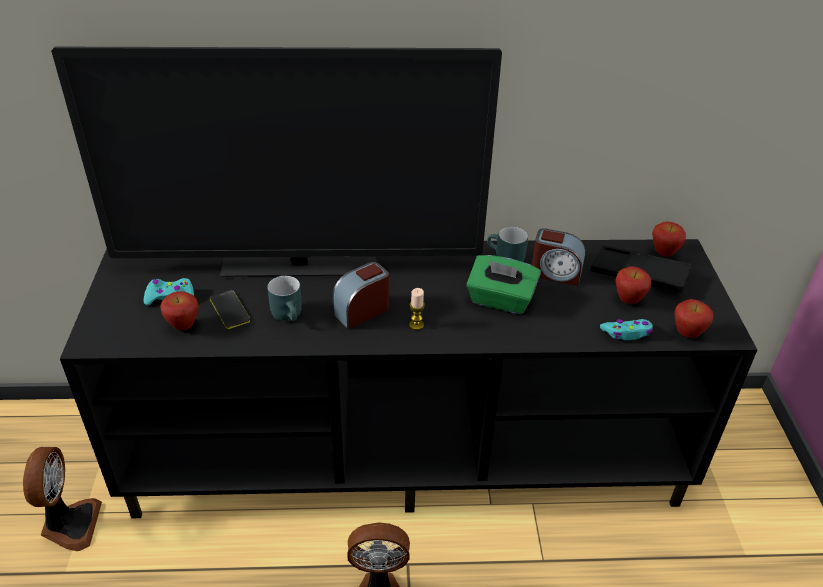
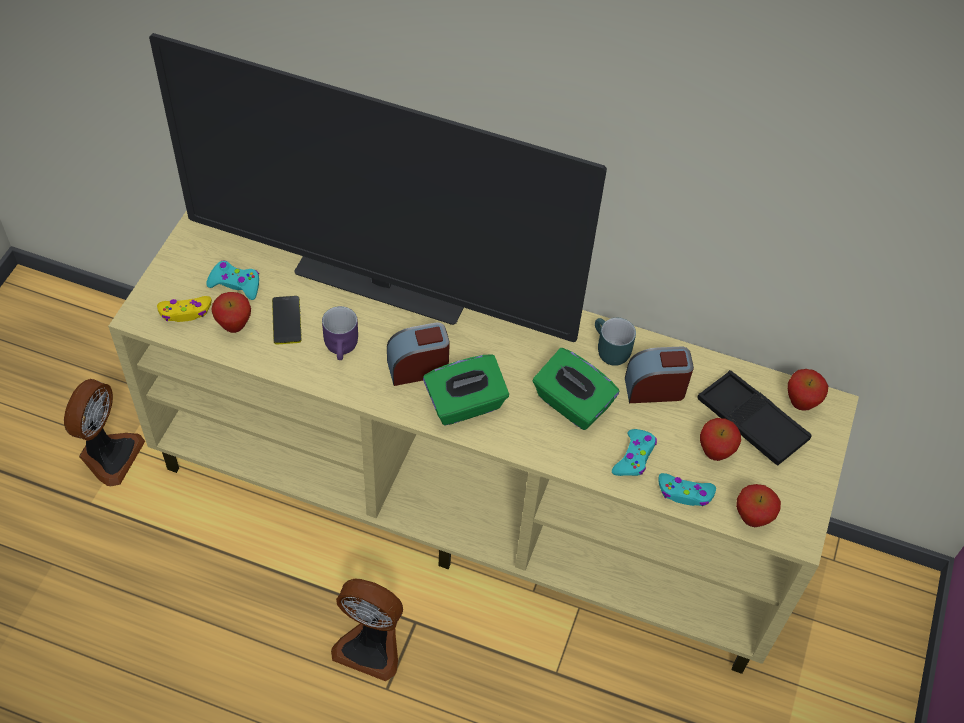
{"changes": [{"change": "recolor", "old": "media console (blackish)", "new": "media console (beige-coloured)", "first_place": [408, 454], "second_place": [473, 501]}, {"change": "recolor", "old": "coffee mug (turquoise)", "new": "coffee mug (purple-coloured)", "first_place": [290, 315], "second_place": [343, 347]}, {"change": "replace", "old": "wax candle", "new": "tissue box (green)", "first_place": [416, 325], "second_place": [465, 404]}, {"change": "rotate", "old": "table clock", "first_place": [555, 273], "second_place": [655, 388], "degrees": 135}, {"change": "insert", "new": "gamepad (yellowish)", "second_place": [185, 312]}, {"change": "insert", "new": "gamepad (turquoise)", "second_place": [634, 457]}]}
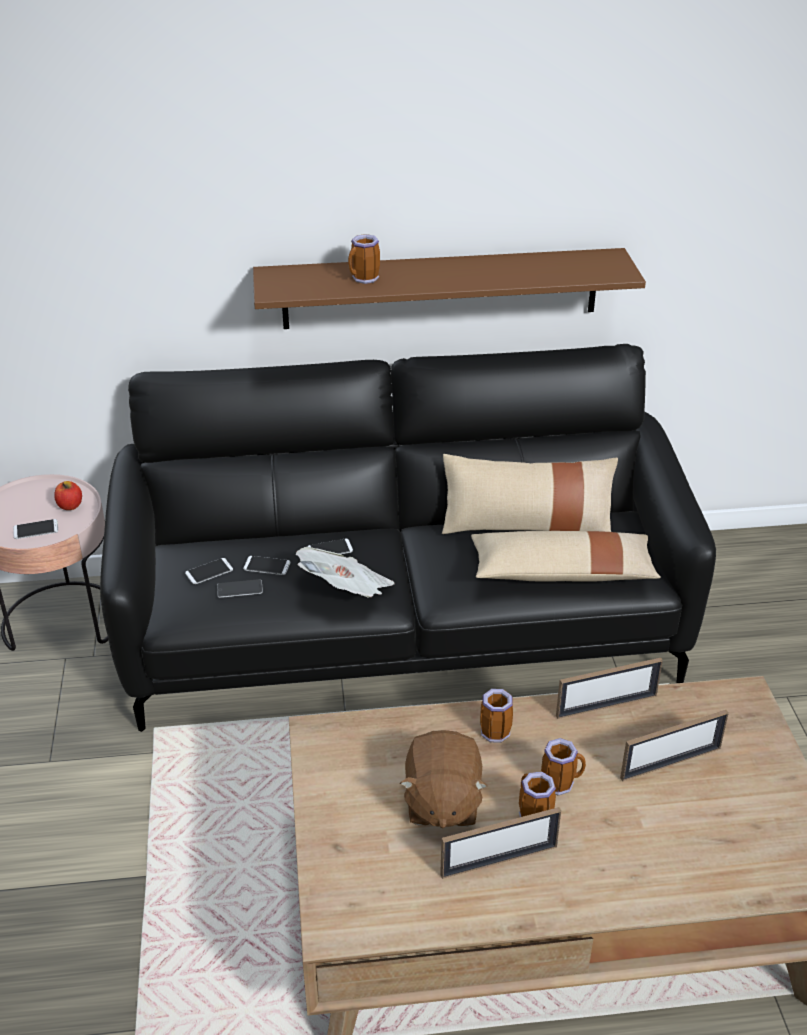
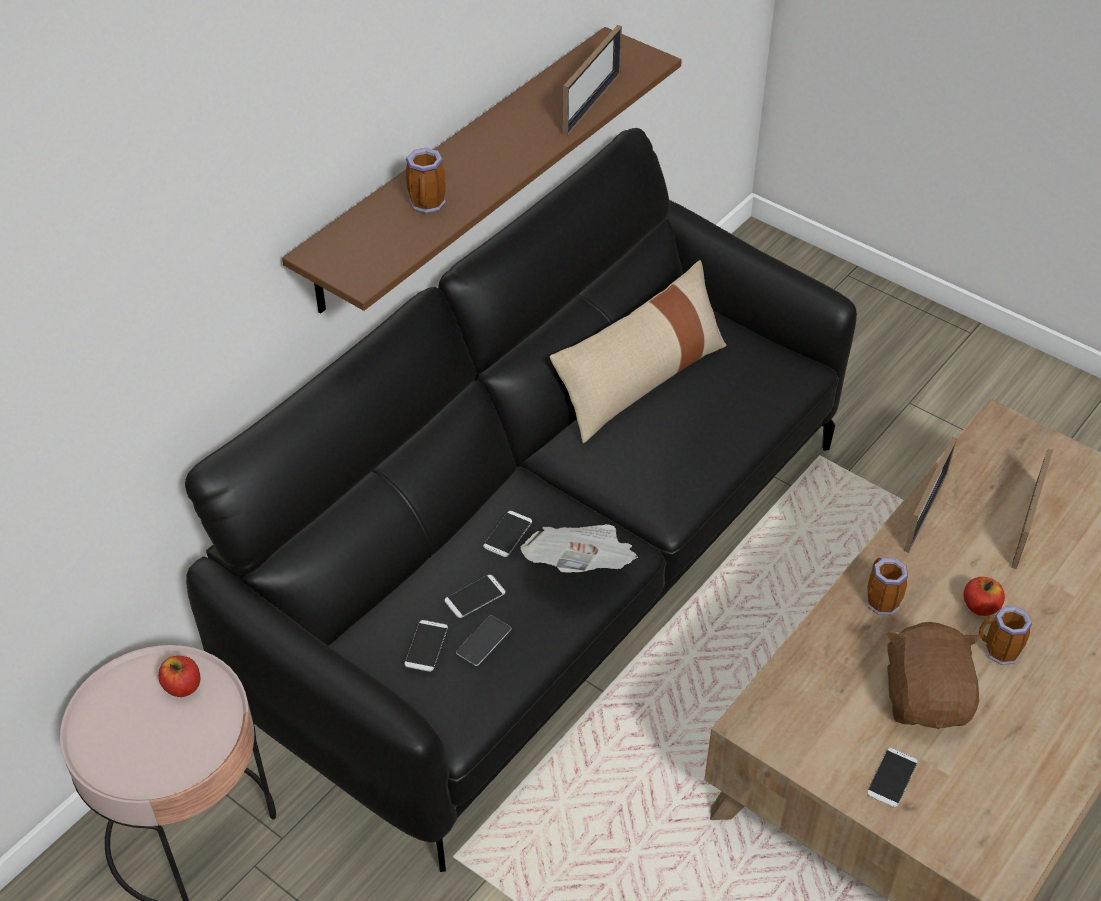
{"changes": [{"change": "move", "old": "phone", "first_place": [36, 529], "second_place": [892, 778]}, {"change": "rotate", "old": "plush toy (brown)", "first_place": [441, 802], "second_place": [926, 698], "degrees": -135}, {"change": "move", "old": "picture frame", "first_place": [499, 861], "second_place": [591, 103]}, {"change": "delete", "old": "cushion (beige-coloured)", "first_place": [562, 572]}, {"change": "replace", "old": "coffee mug", "new": "whole apple", "first_place": [560, 782], "second_place": [980, 606]}]}
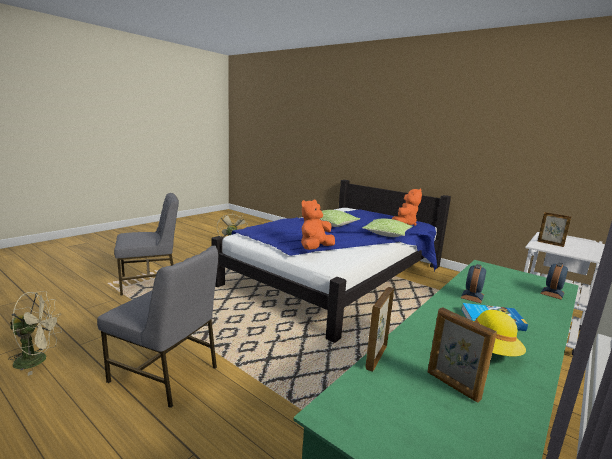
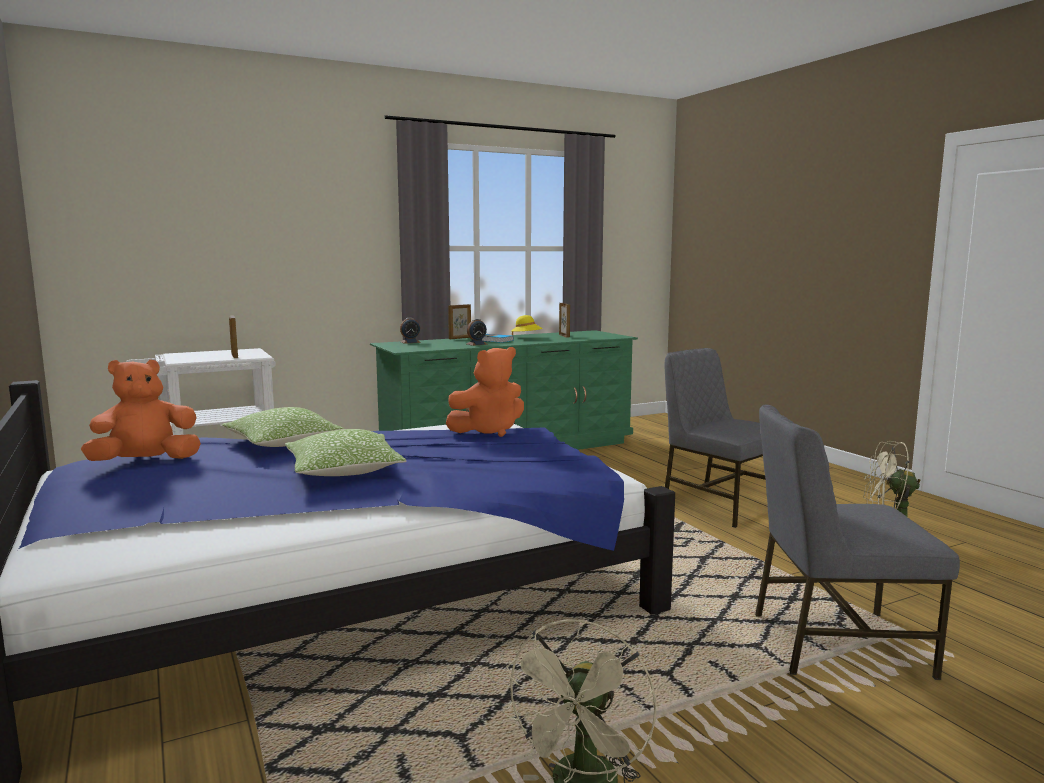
{"changes": [{"change": "move", "old": "picture frame", "first_place": [376, 357], "second_place": [460, 338]}]}
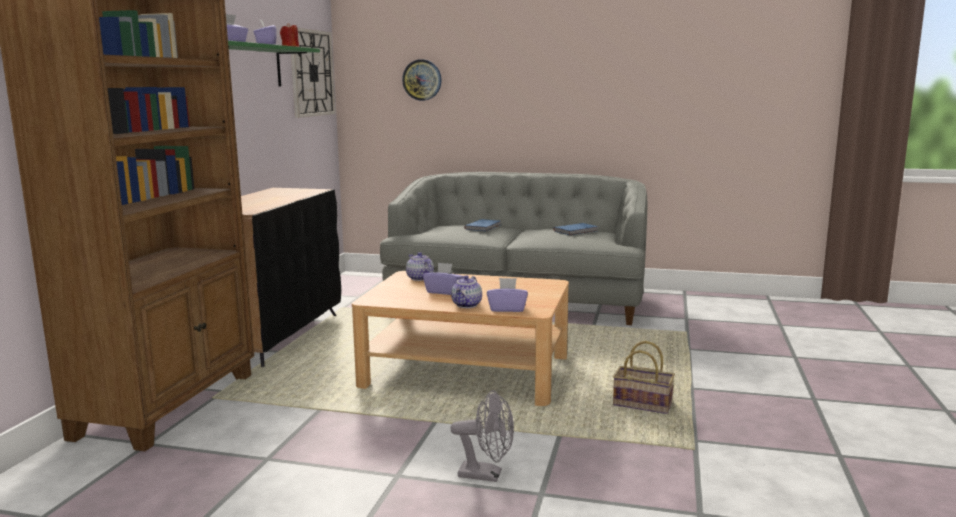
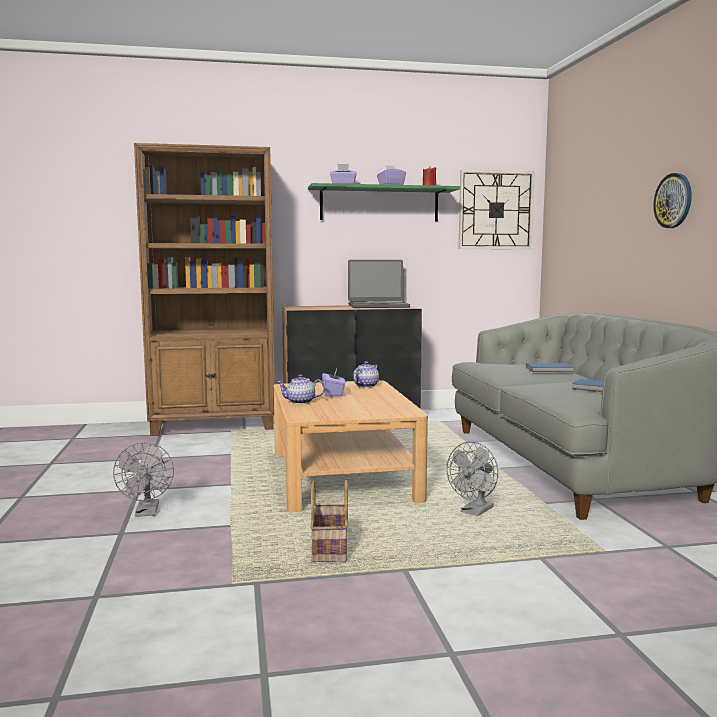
{"changes": [{"change": "move", "old": "wall clock", "first_place": [422, 80], "second_place": [673, 200]}, {"change": "delete", "old": "tissue box (purple-coloured)", "first_place": [507, 309]}, {"change": "insert", "new": "laptop", "second_place": [378, 306]}, {"change": "insert", "new": "electric fan (greyish)", "second_place": [474, 512]}]}
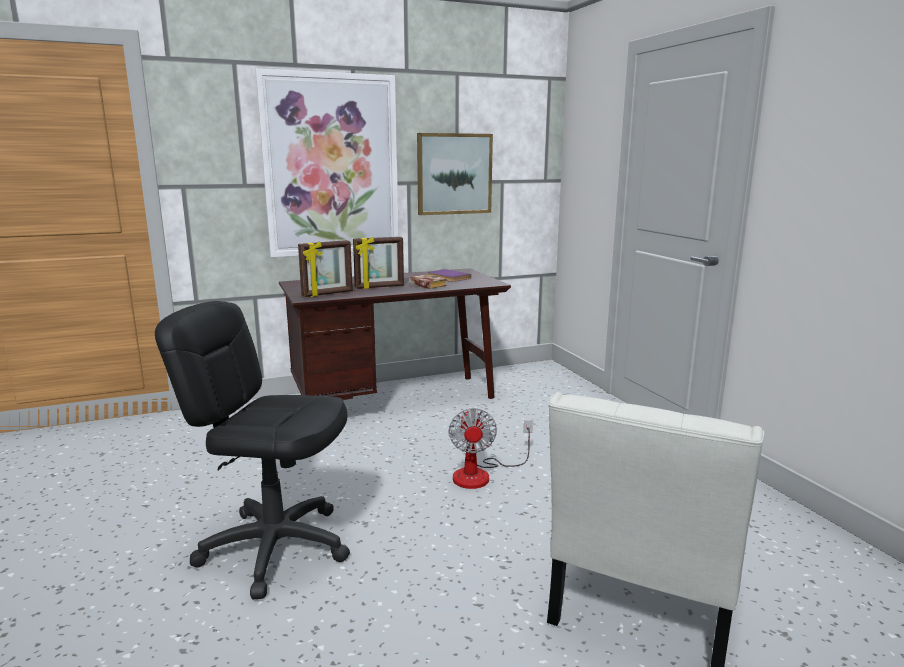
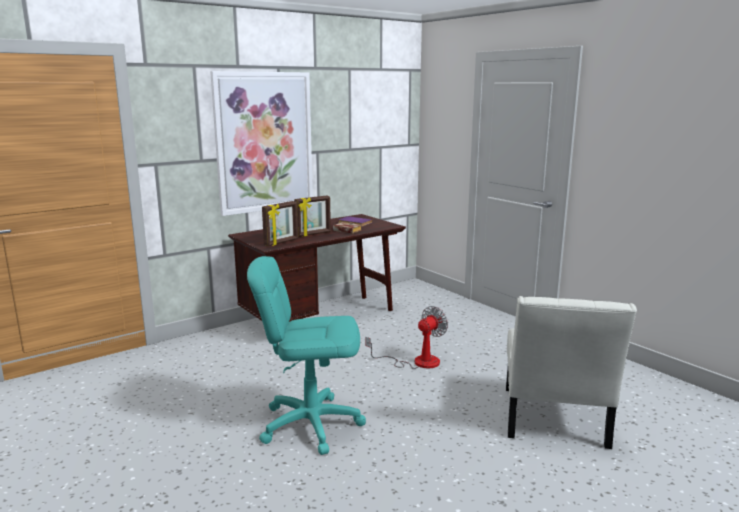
{"changes": [{"change": "recolor", "old": "office chair (blackish)", "new": "office chair (turquoise)", "first_place": [275, 547], "second_place": [310, 424]}, {"change": "delete", "old": "wall picture", "first_place": [454, 174]}, {"change": "rotate", "old": "electric fan", "first_place": [481, 474], "second_place": [417, 362], "degrees": -120}]}
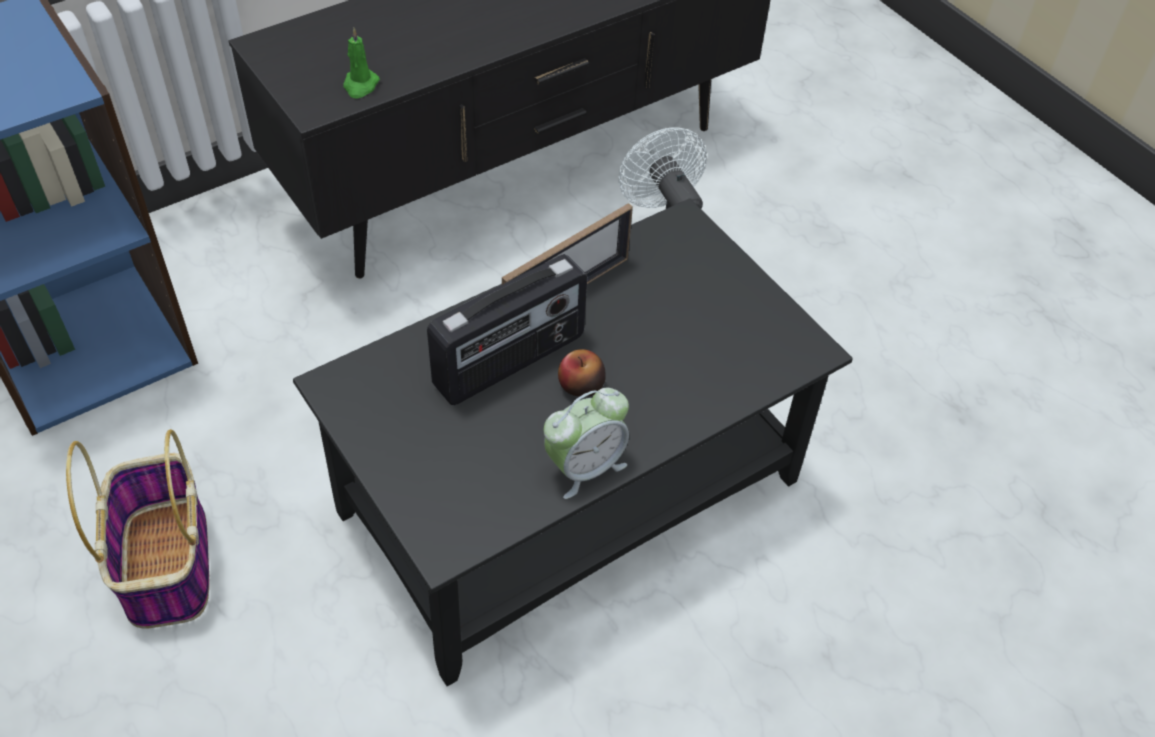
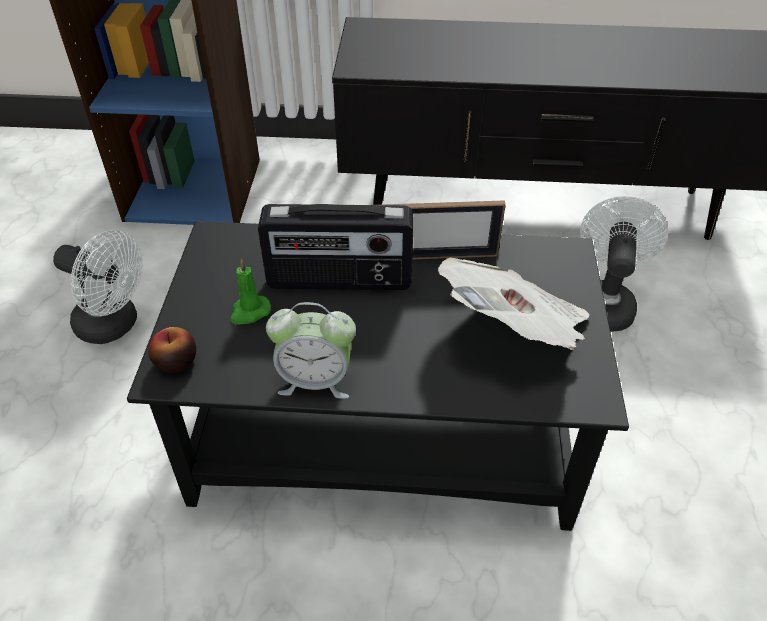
{"changes": [{"change": "replace", "old": "household basket", "new": "electric fan (whitish)", "first_place": [166, 562], "second_place": [115, 325]}, {"change": "move", "old": "wax candle (green)", "first_place": [360, 85], "second_place": [249, 312]}, {"change": "move", "old": "whole apple", "first_place": [581, 385], "second_place": [176, 362]}, {"change": "insert", "new": "printed paper", "second_place": [514, 330]}]}
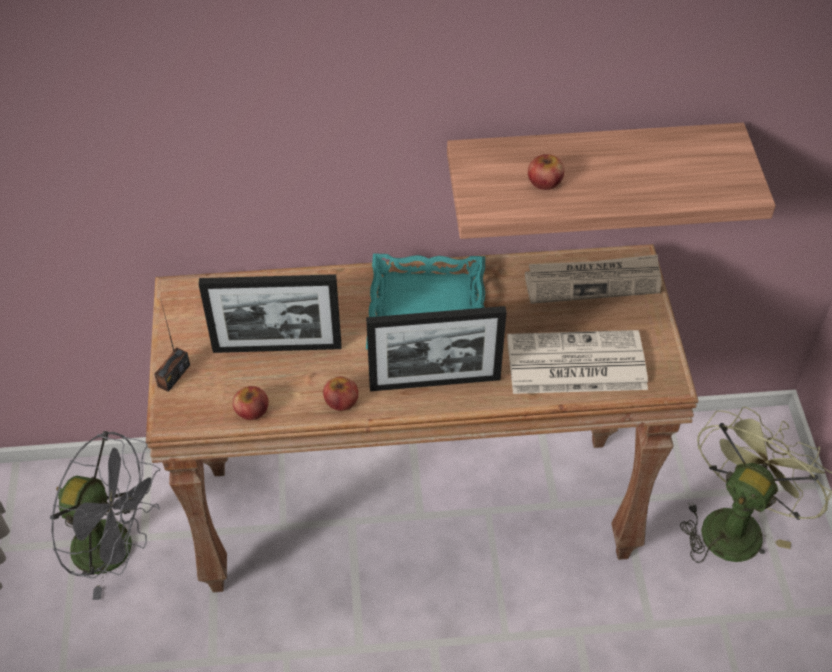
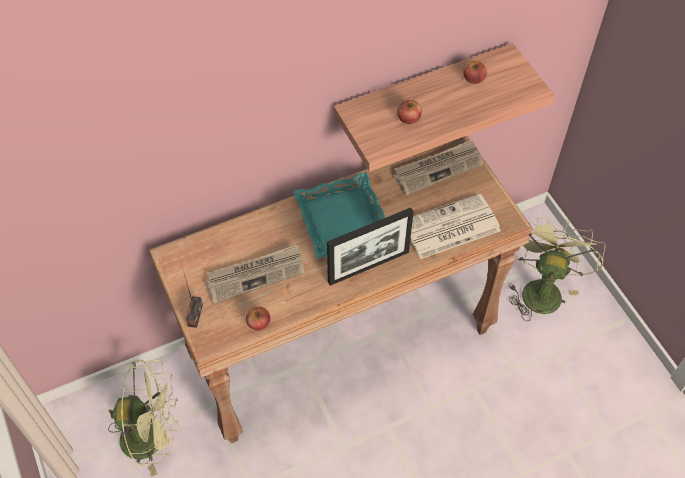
{"changes": [{"change": "recolor", "old": "electric fan (greyish)", "new": "electric fan (green)", "first_place": [116, 549], "second_place": [152, 436]}, {"change": "replace", "old": "picture frame", "new": "printed paper", "first_place": [277, 348], "second_place": [256, 274]}, {"change": "move", "old": "whole apple", "first_place": [341, 400], "second_place": [473, 78]}]}
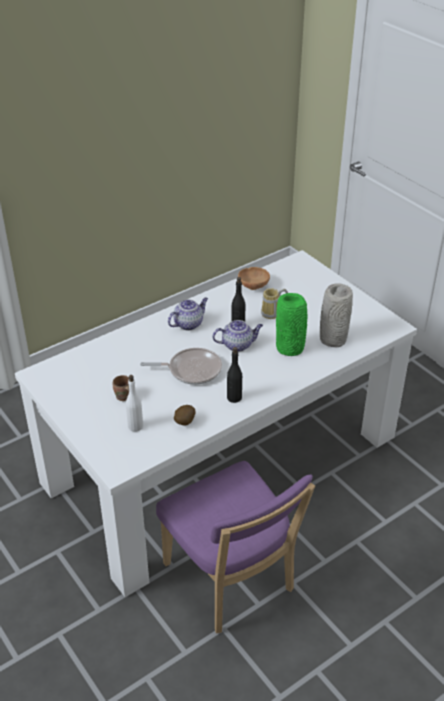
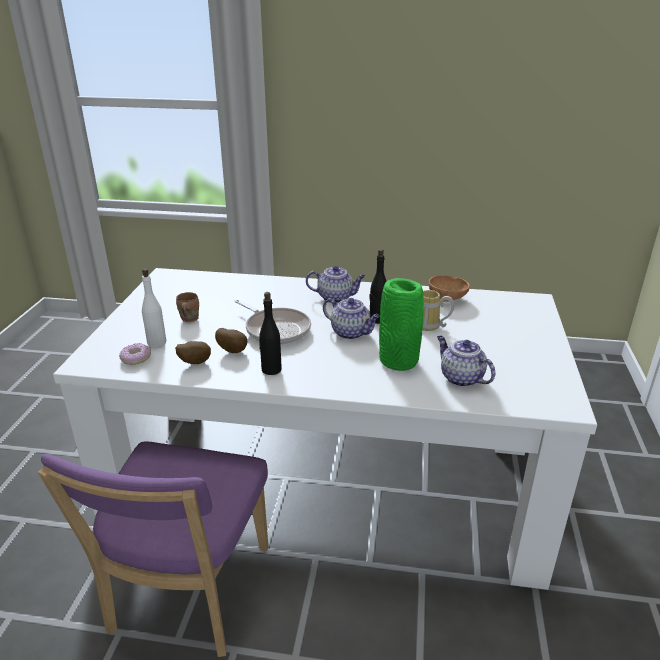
{"changes": [{"change": "replace", "old": "decorative vase (greyish)", "new": "pot for tea", "first_place": [332, 339], "second_place": [460, 378]}, {"change": "insert", "new": "donut", "second_place": [135, 358]}, {"change": "insert", "new": "whole potato", "second_place": [233, 350]}]}
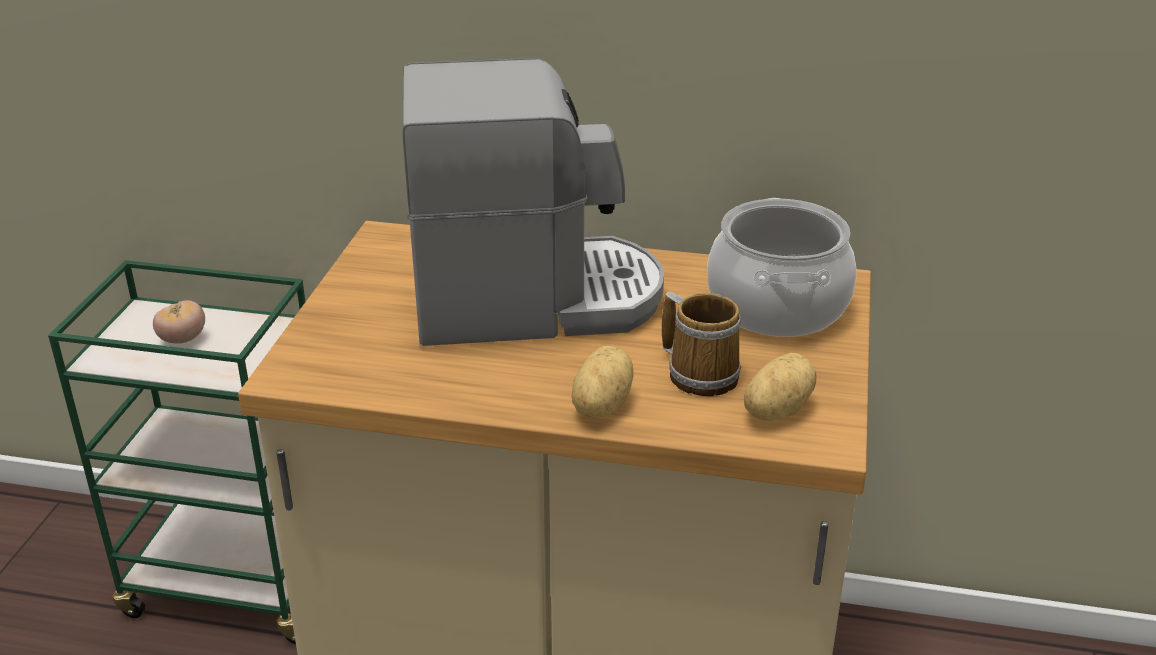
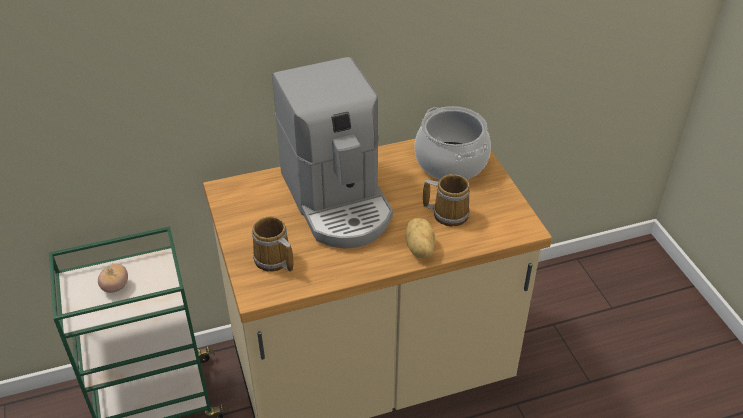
{"changes": [{"change": "rotate", "old": "coffee brewer", "first_place": [534, 300], "second_place": [337, 201], "degrees": 105}, {"change": "delete", "old": "whole potato", "first_place": [775, 410]}, {"change": "insert", "new": "coffee mug", "second_place": [273, 260]}]}
